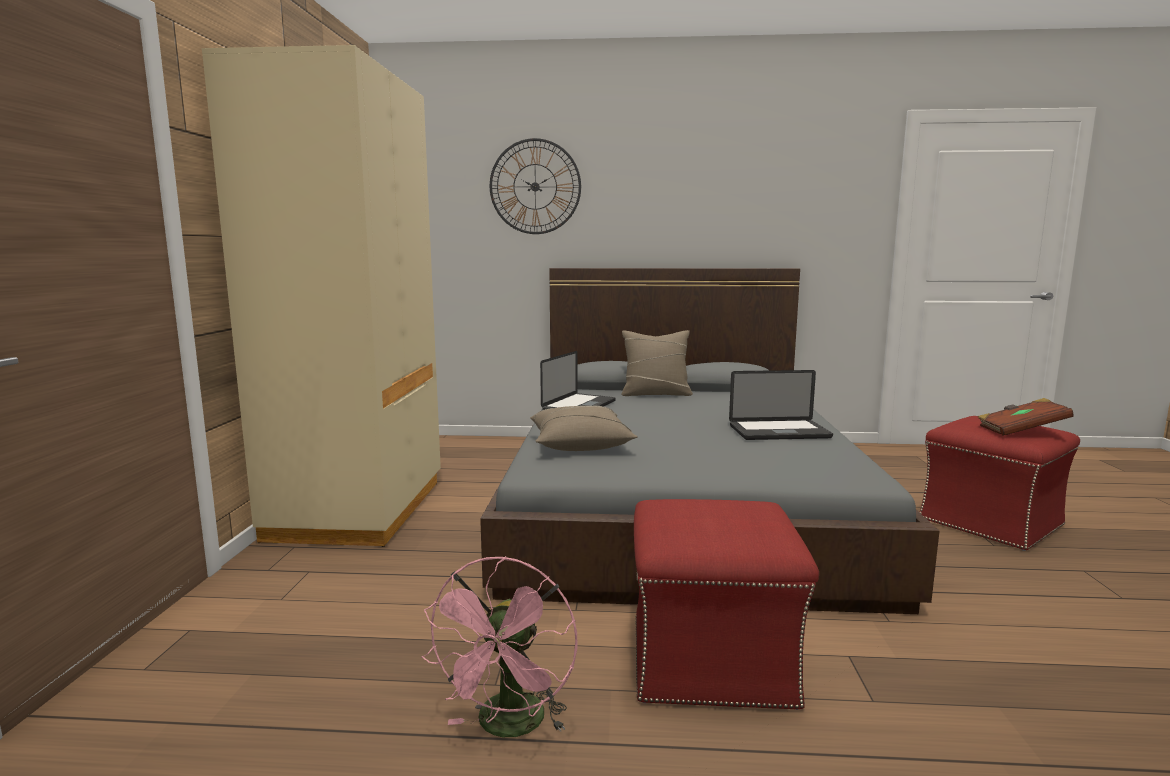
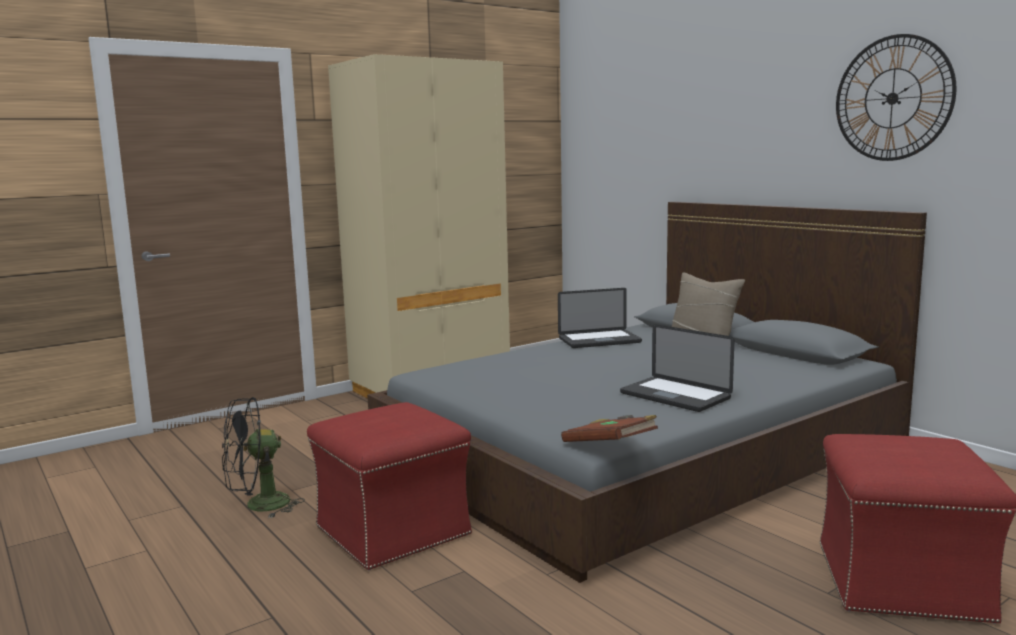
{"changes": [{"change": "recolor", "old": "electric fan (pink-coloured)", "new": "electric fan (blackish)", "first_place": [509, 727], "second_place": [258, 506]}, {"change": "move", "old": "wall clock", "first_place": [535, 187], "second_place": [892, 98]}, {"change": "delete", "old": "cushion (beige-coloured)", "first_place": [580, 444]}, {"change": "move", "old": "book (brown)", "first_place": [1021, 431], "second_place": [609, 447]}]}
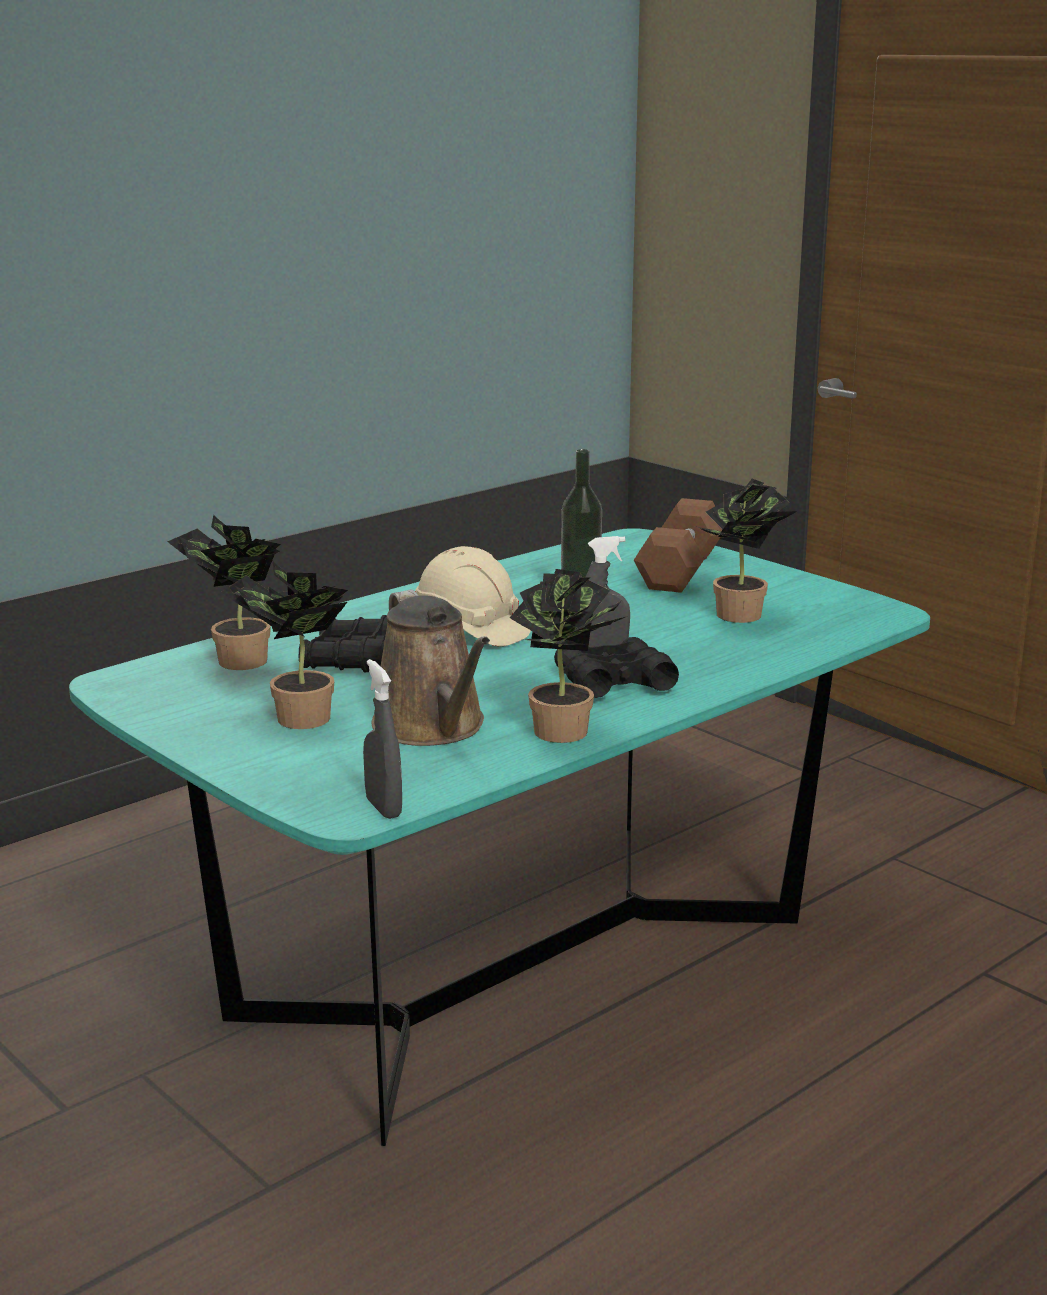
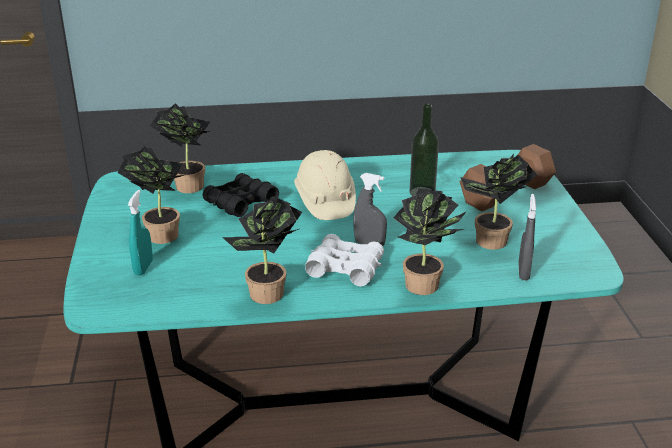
{"changes": [{"change": "move", "old": "spray bottle (greyish)", "first_place": [383, 808], "second_place": [523, 272]}, {"change": "delete", "old": "watering can (brown)", "first_place": [433, 728]}, {"change": "recolor", "old": "field glasses (blackish)", "new": "field glasses (whitish)", "first_place": [614, 682], "second_place": [345, 268]}, {"change": "insert", "new": "spray bottle (turquoise)", "second_place": [143, 268]}, {"change": "insert", "new": "plant in a pot", "second_place": [426, 287]}]}
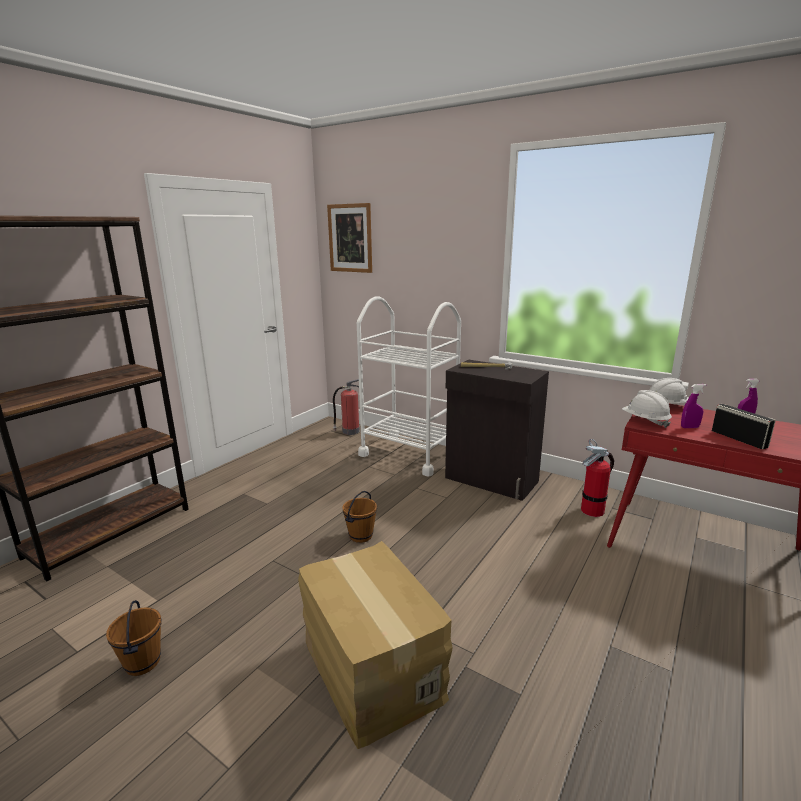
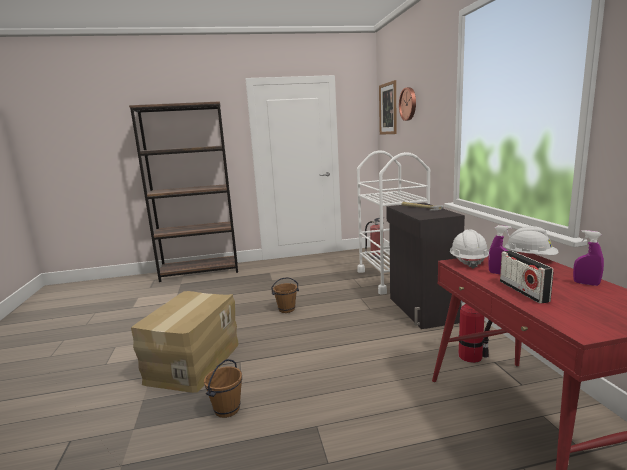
{"changes": [{"change": "move", "old": "pail (brown)", "first_place": [142, 663], "second_place": [226, 409]}, {"change": "rotate", "old": "radio receiver", "first_place": [738, 439], "second_place": [523, 291], "degrees": 150}, {"change": "insert", "new": "wall clock", "second_place": [409, 104]}]}
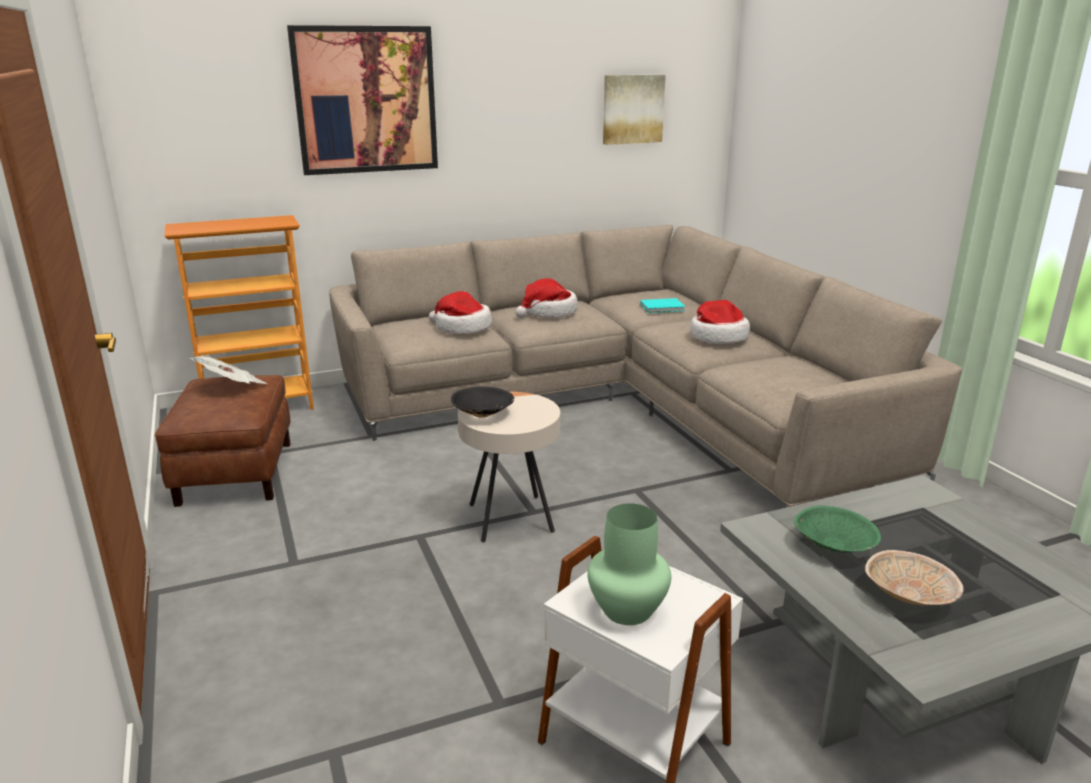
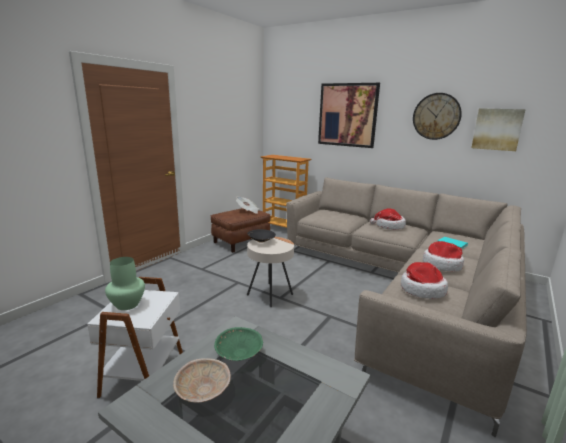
{"changes": [{"change": "move", "old": "clothing hat", "first_place": [462, 327], "second_place": [421, 289]}, {"change": "insert", "new": "wall clock", "second_place": [436, 116]}]}
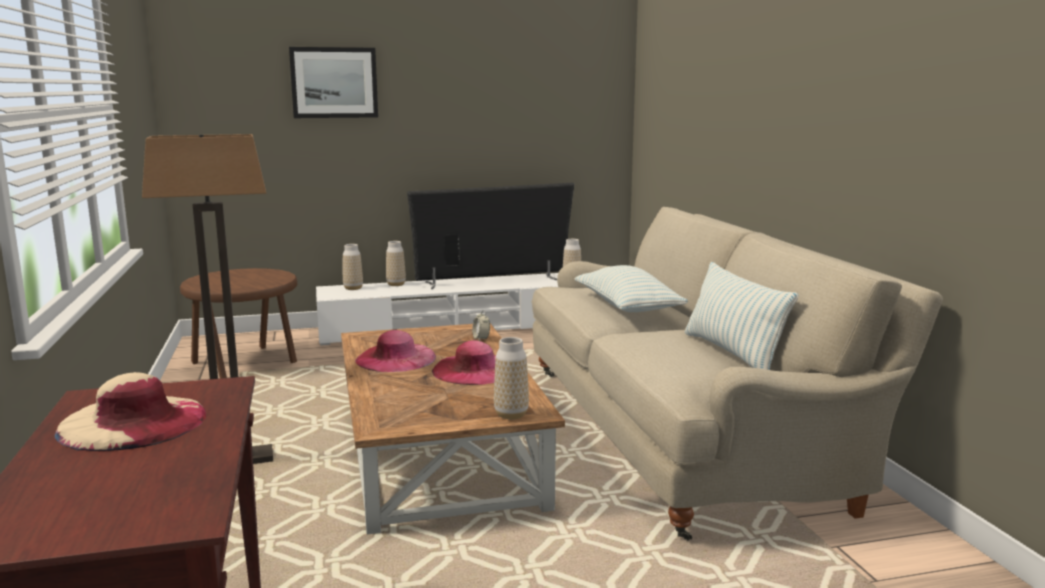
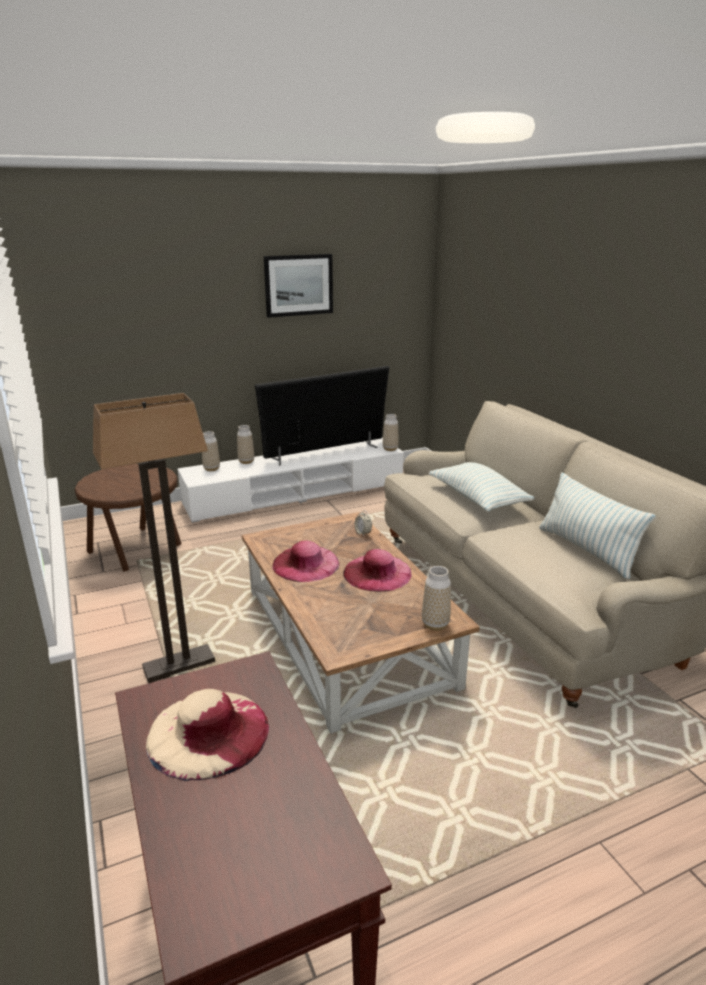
{"changes": [{"change": "move", "old": "wall picture", "first_place": [334, 82], "second_place": [298, 285]}]}
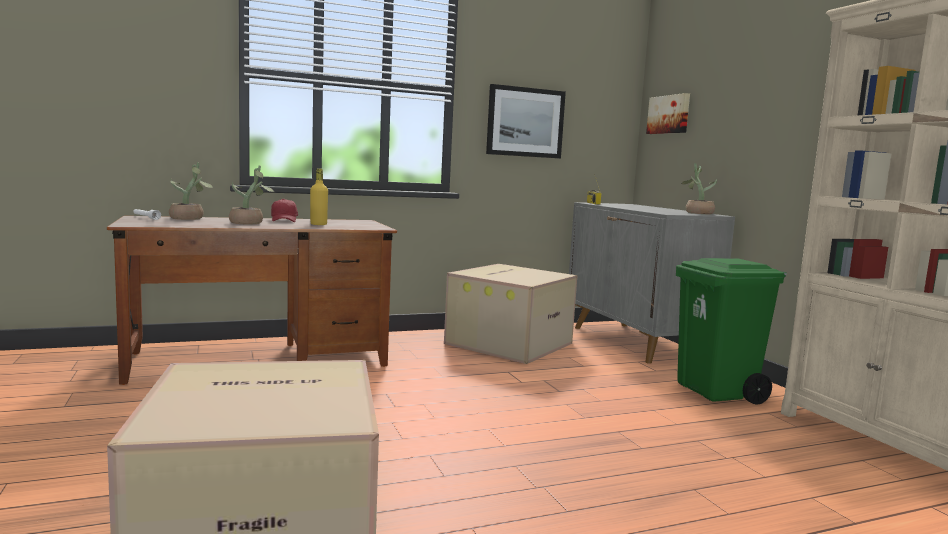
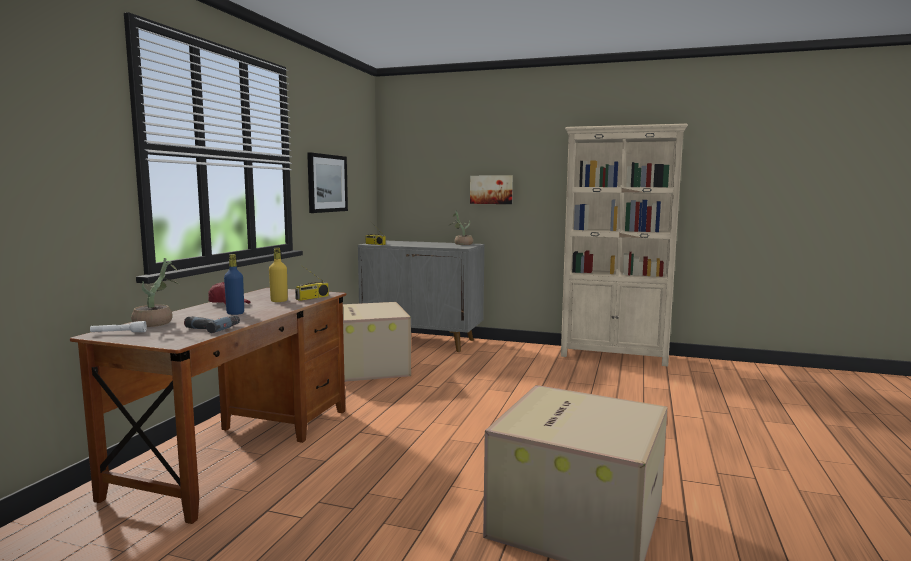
{"changes": [{"change": "replace", "old": "plant in a pot", "new": "drink bottle (blue-coloured)", "first_place": [250, 223], "second_place": [235, 313]}, {"change": "move", "old": "wall picture", "first_place": [669, 114], "second_place": [491, 189]}, {"change": "delete", "old": "trash can (green)", "first_place": [717, 392]}, {"change": "insert", "new": "power drill", "second_place": [212, 327]}, {"change": "insert", "new": "radio receiver", "second_place": [312, 298]}]}
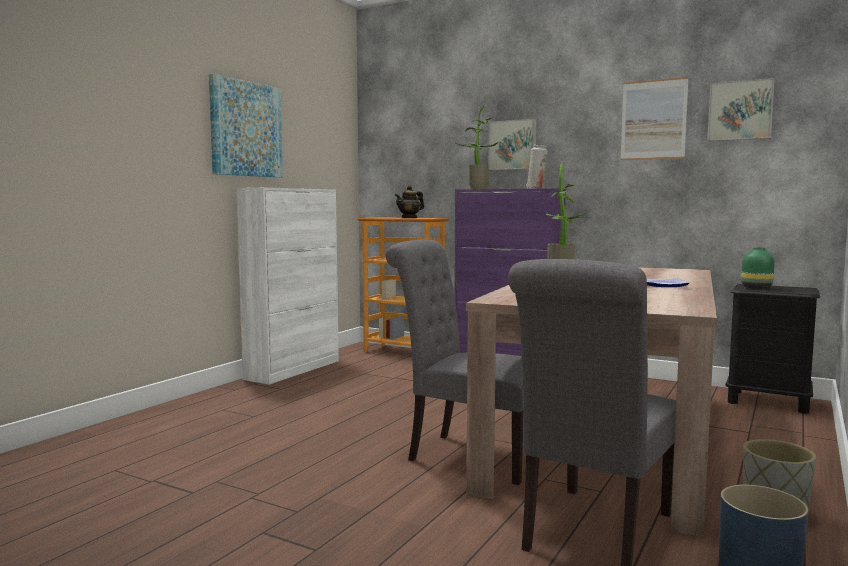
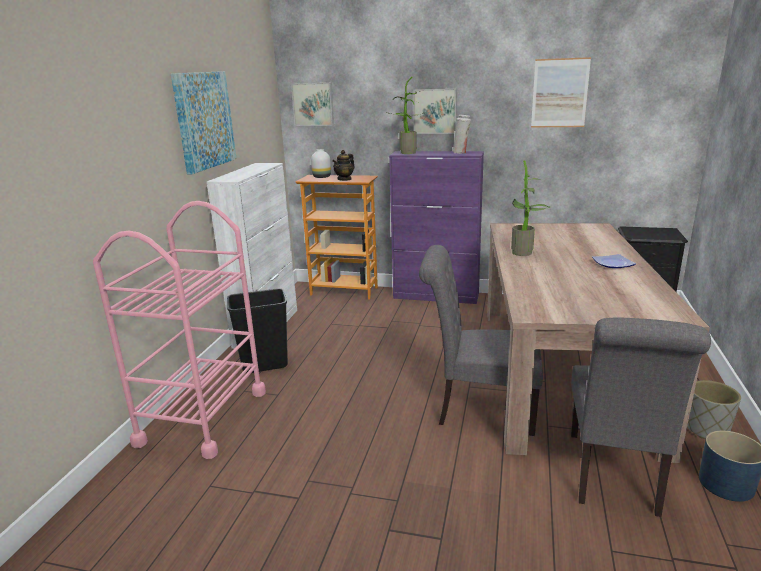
{"changes": [{"change": "move", "old": "wall picture", "first_place": [740, 111], "second_place": [313, 104]}, {"change": "delete", "old": "decorative vase (green)", "first_place": [756, 288]}, {"change": "insert", "new": "trolley (pink-coloured)", "second_place": [203, 417]}, {"change": "insert", "new": "trash can (blackish)", "second_place": [265, 364]}, {"change": "insert", "new": "decorative vase (whitish)", "second_place": [322, 177]}]}
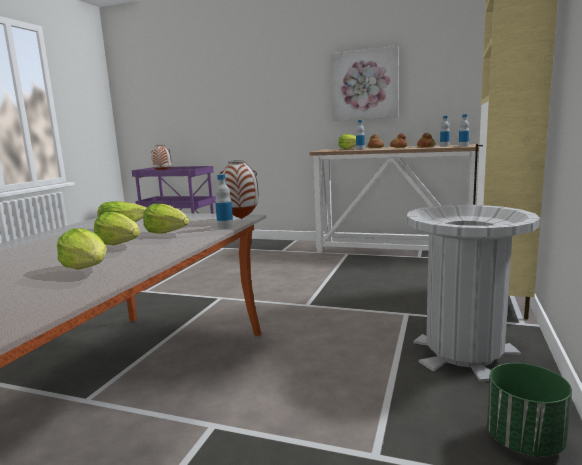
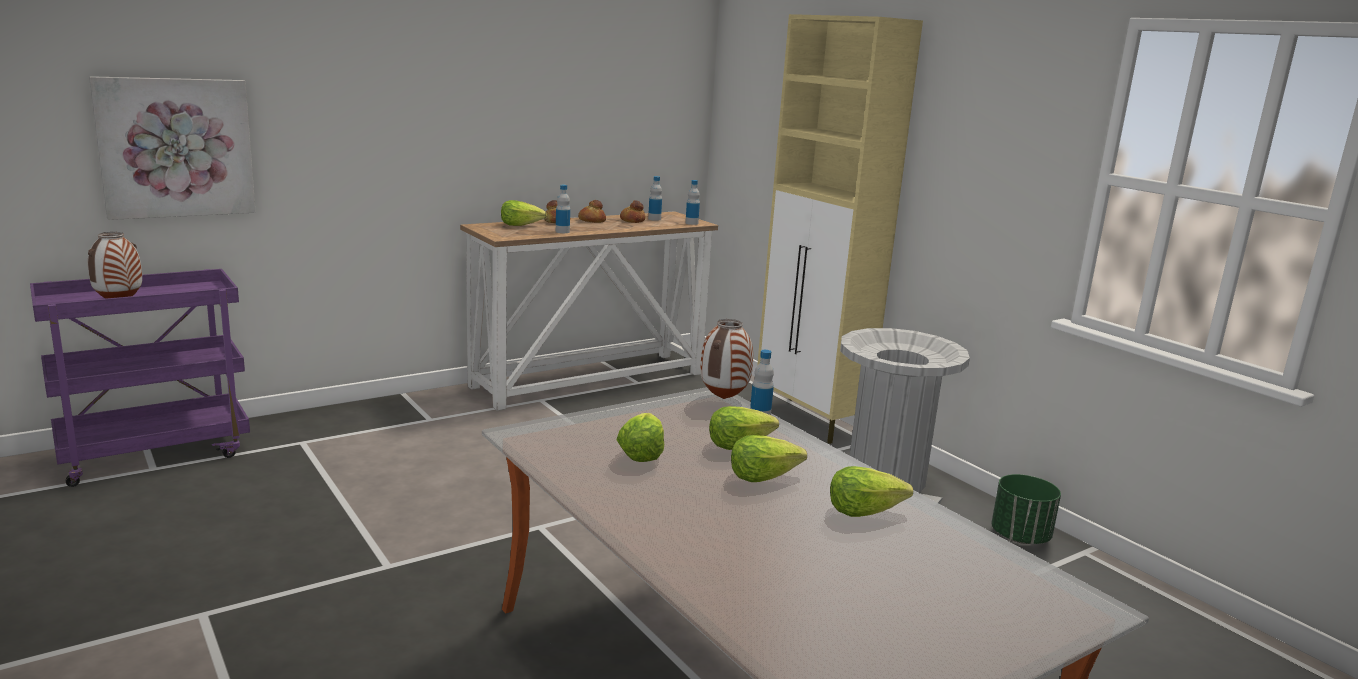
{"changes": [{"change": "move", "old": "wall picture", "first_place": [365, 85], "second_place": [176, 147]}]}
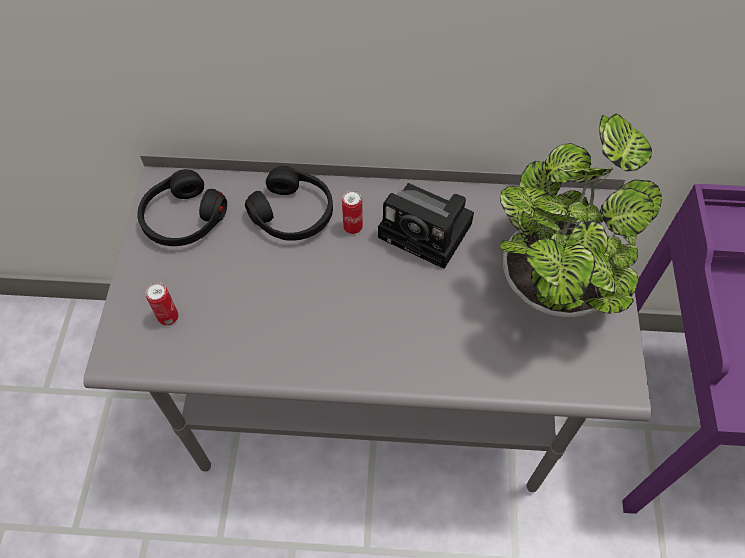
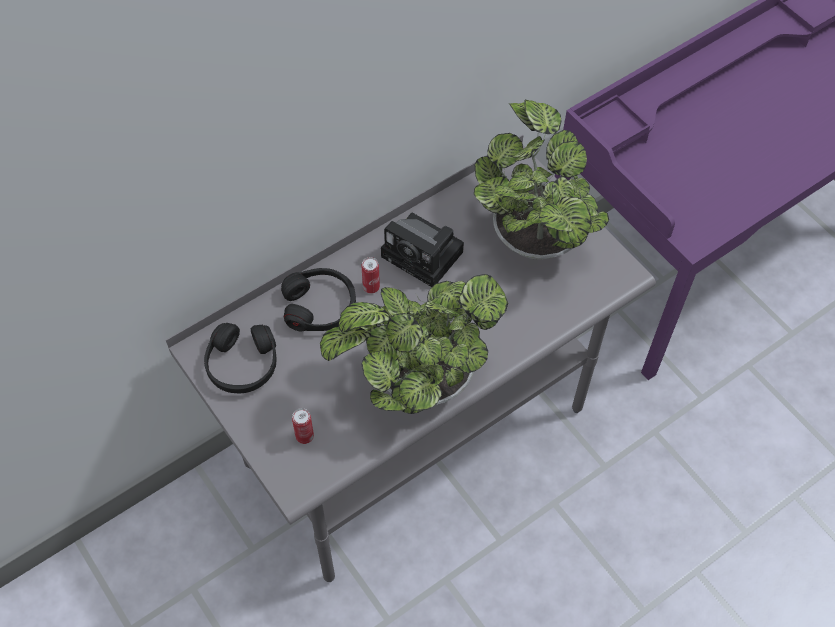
{"changes": [{"change": "rotate", "old": "still camera", "first_place": [429, 231], "second_place": [425, 255], "degrees": 45}, {"change": "insert", "new": "plant in a pot", "second_place": [417, 381]}]}
